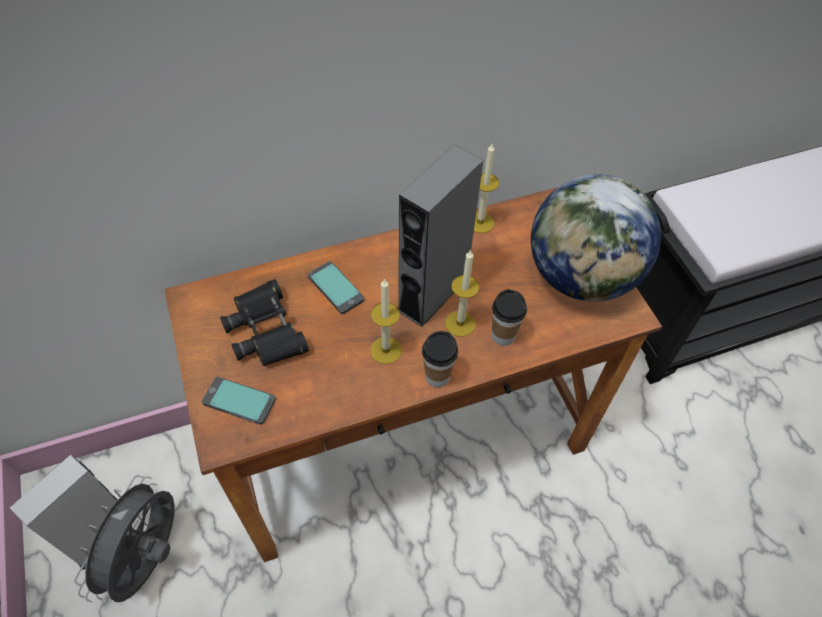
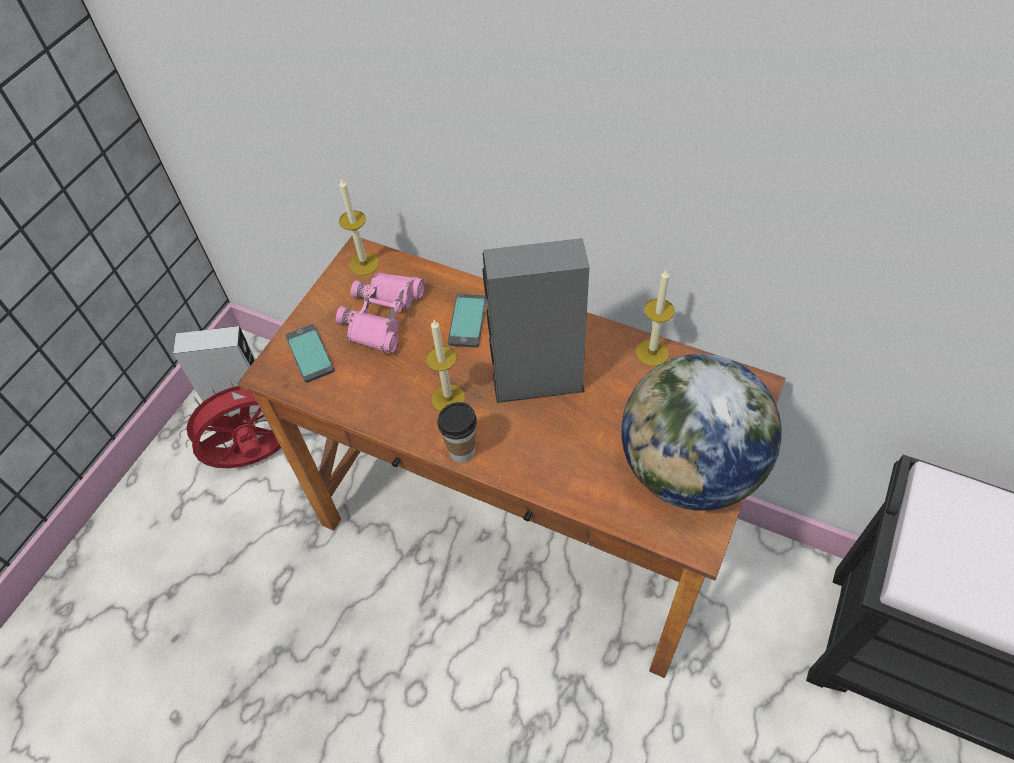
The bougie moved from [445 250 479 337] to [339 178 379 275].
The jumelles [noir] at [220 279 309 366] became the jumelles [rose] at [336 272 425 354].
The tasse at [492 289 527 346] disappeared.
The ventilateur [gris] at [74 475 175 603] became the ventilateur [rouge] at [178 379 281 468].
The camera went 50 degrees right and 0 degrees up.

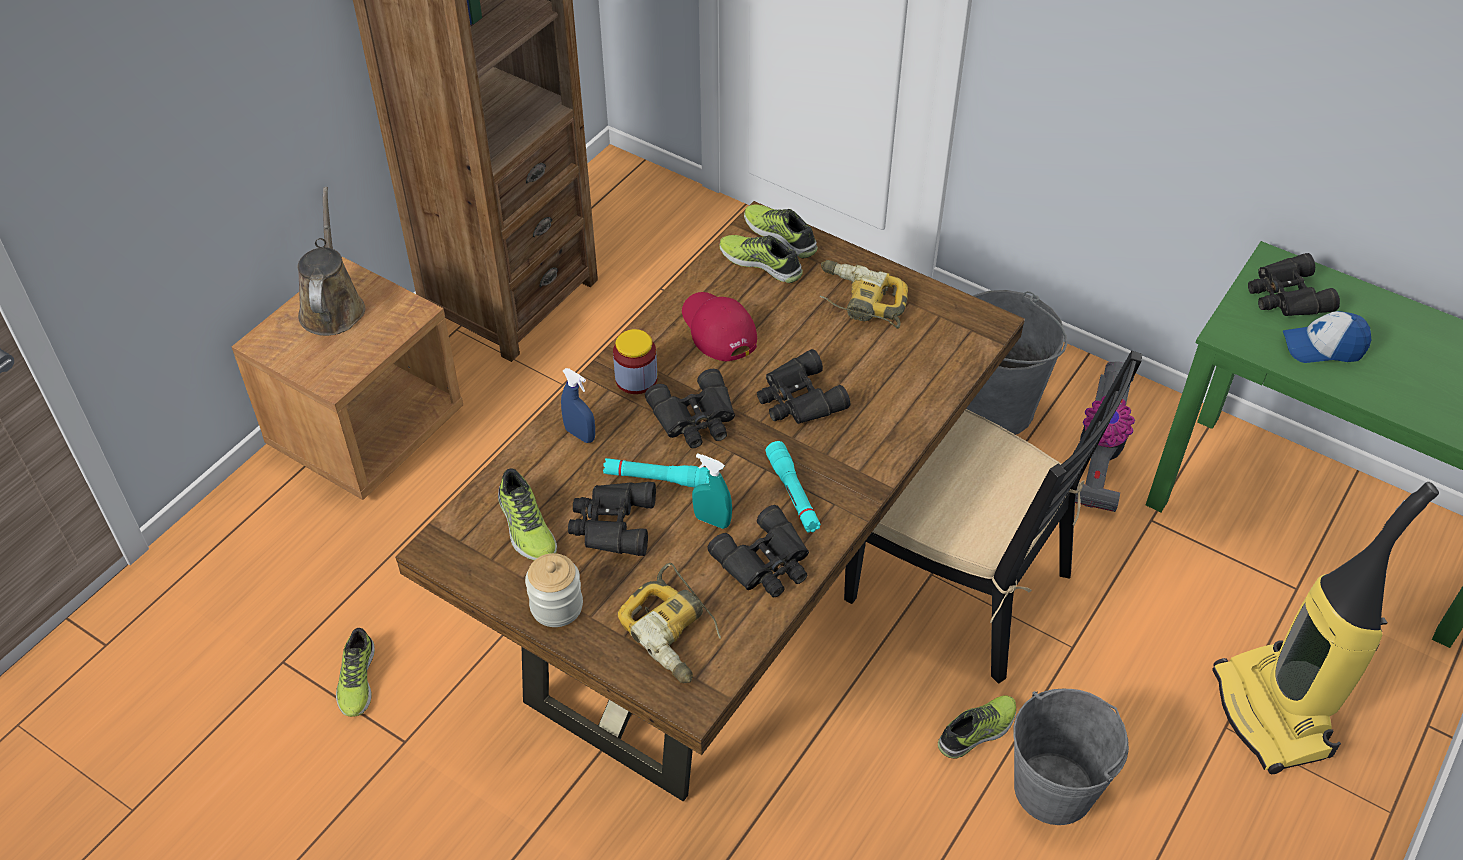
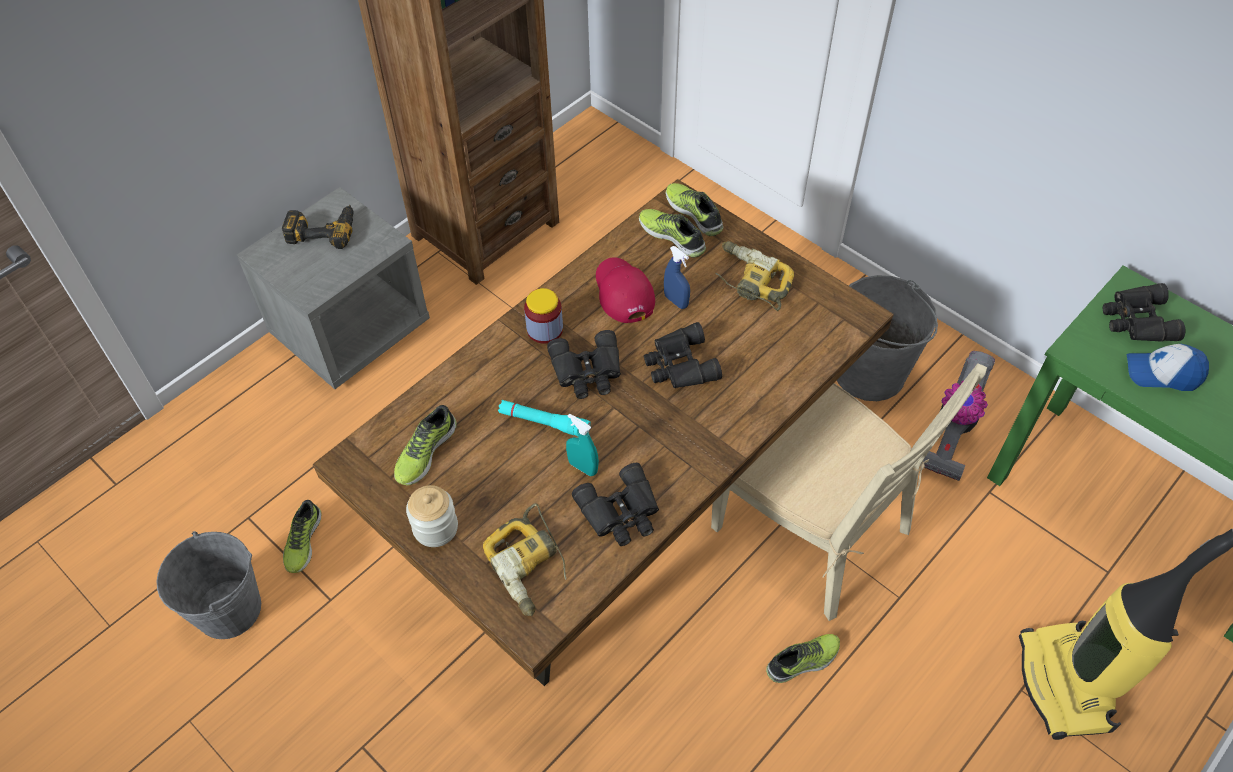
The arrosoir [marron] at [298 187 365 336] was replaced by the perceuse at [282 205 353 249].
The table de chevet [marron] at [232 257 463 500] became the table de chevet [gris] at [237 187 430 389].
The chaise [noir] at [844 351 1142 684] became the chaise [beige] at [711 363 987 621].
The vaporisateur [bleu] moved from [561 368 595 443] to [664 246 690 309].
The lampe de poche [turquoise] at [765 441 821 533] disappeared.
The chaussure at [498 469 557 560] turned 45 degrees clockwise.
The jumelles [noir] at [568 482 656 556] disappeared.
The seau [gris] moved from [1013 689 1129 825] to [156 531 261 639].
The camera went 10 degrees right and 5 degrees up.

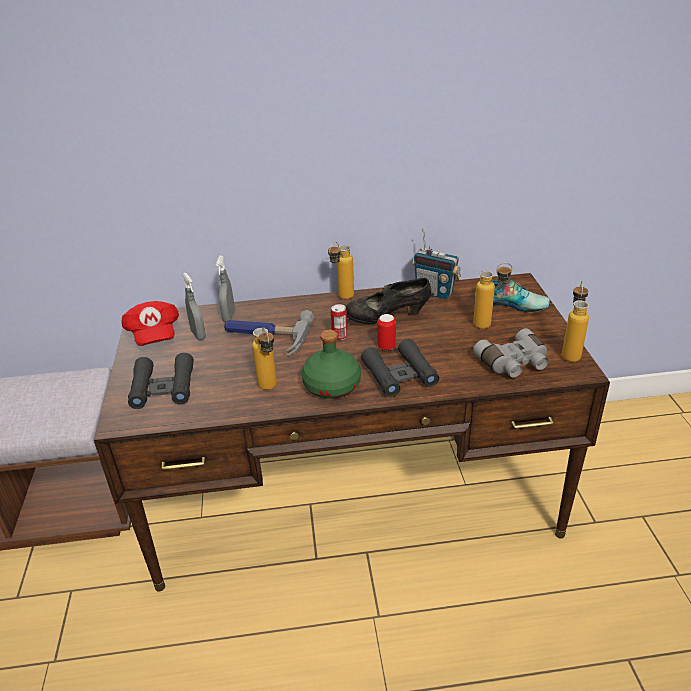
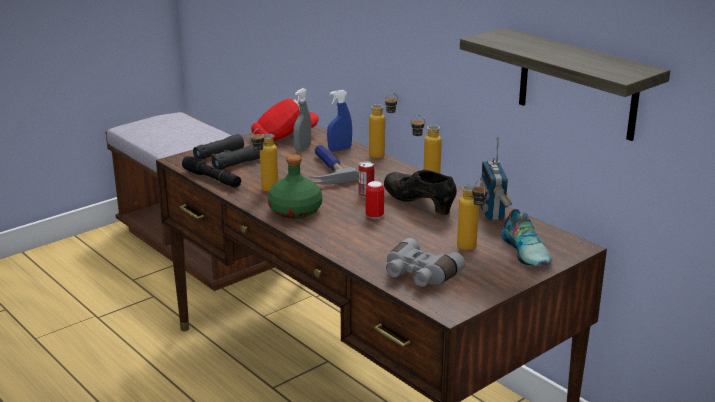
The vaporisateur [gris] at [216 256 235 322] became the vaporisateur [bleu] at [327 90 352 152].
The bouteille moved from [562 281 589 362] to [369 93 398 158].
The casquette [rouge] at [121 301 179 346] turned 150 degrees counterclockwise.
The jumelles [noir] at [361 339 439 397] disappeared.
The étagère at [460 28 670 141] appeared.
The lampe de poche [noir] at [182 156 241 187] appeared.
The camera went 55 degrees right and 10 degrees down.

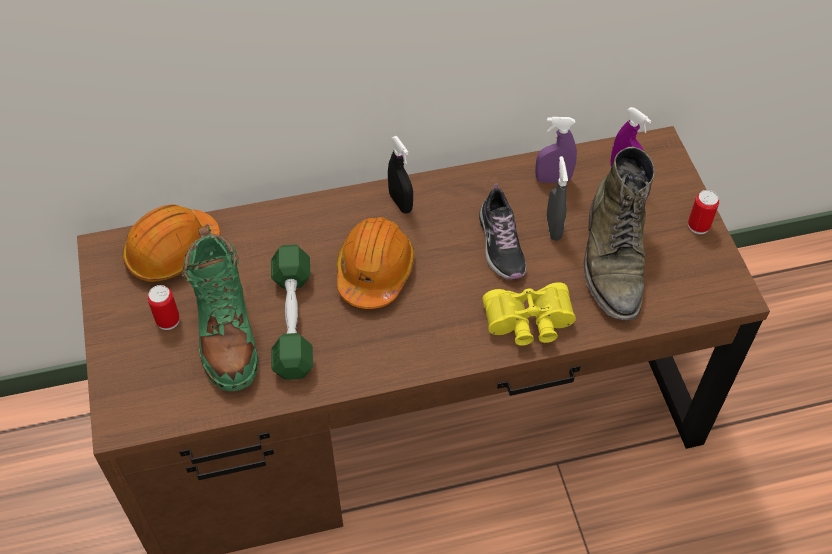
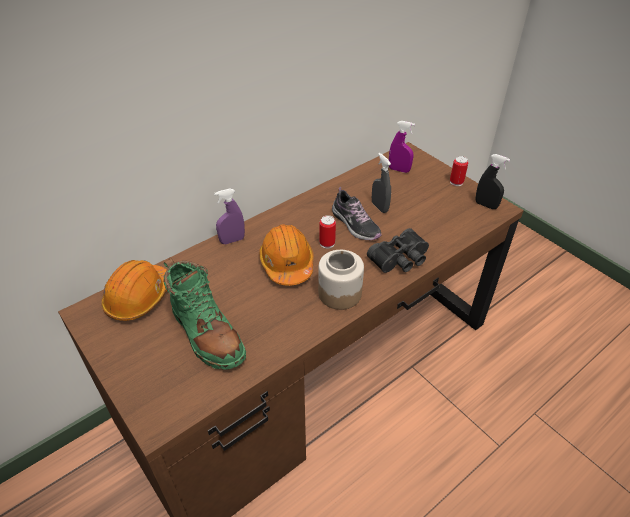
The vaporisateur [violet] moved from [535 117 577 183] to [214 189 245 244].
The vaporisateur [noir] moved from [388 136 413 214] to [475 154 510 209].
The botte [vert] at [584 147 655 320] disappeared.
The haltère [vert] at [271 244 313 380] disappeared.
The jumelles [jaune] at [482 282 576 346] became the jumelles [noir] at [367 228 429 273].
The boîte métallique moved from [147 285 180 330] to [319 215 336 249].
The bocal at [318 250 364 310] appeared.
The camera went 25 degrees left and 10 degrees down.

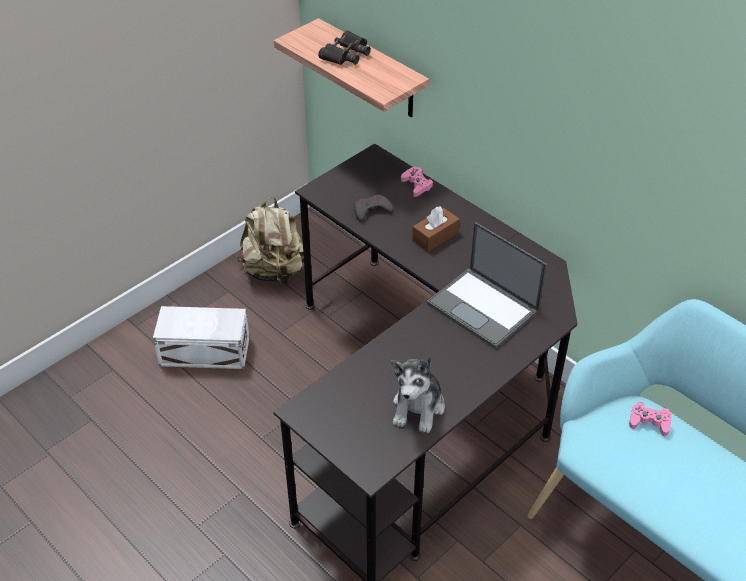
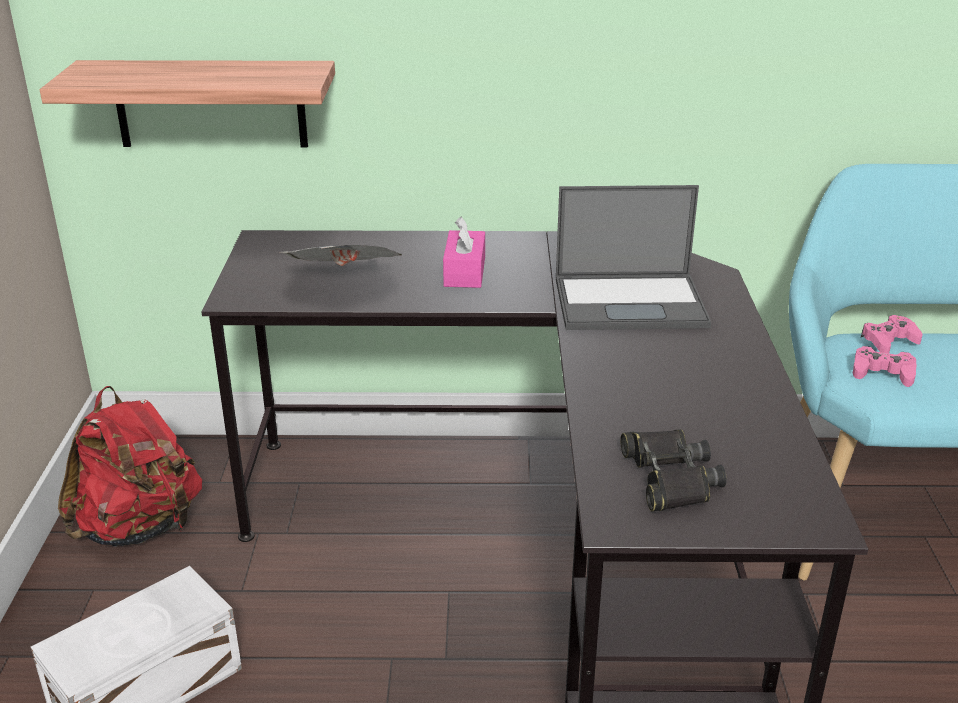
The jumelles [noir] moved from [318 30 371 65] to [620 429 727 511].
The manette [rose] moved from [401 167 433 197] to [853 346 917 387].
The manette [gris] at [354 195 394 221] was replaced by the journal at [281 245 402 266].
The sac à dos [beige] at [237 196 304 284] became the sac à dos [rouge] at [58 386 202 546].
The boîte à mouchoirs [marron] at [412 206 460 252] became the boîte à mouchoirs [rose] at [443 217 485 288].
The peluche at [391 355 445 433] disappeared.
The camera went 45 degrees left and 15 degrees down.

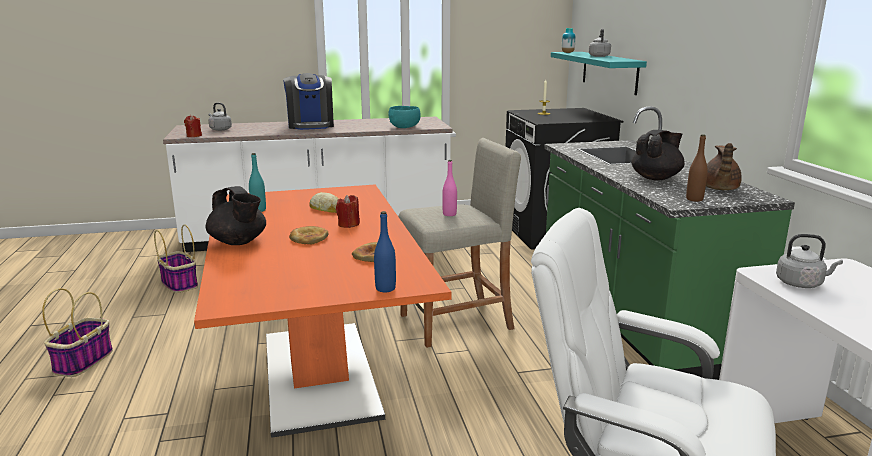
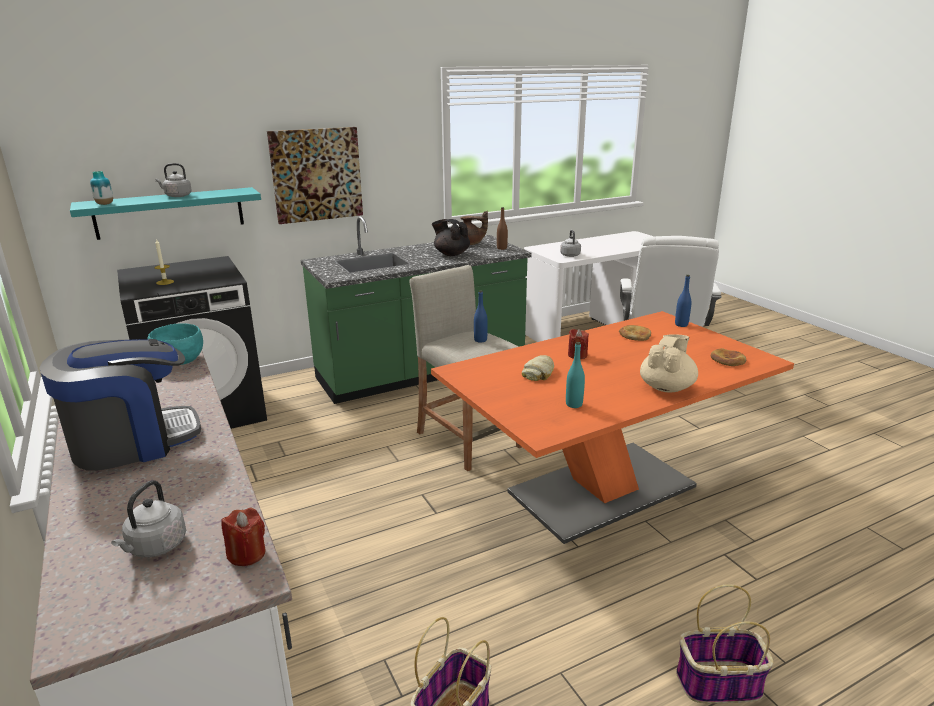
The bouteille [rose] at [442 160 457 216] became the bouteille [bleu] at [474 290 488 343].
The théière [noir] at [205 186 266 245] became the théière [beige] at [640 334 698 392].
The pain moved from [289 226 328 244] to [710 348 746 366].
The tableau at [267 127 363 224] appeared.
The camera went 105 degrees left and 5 degrees up.

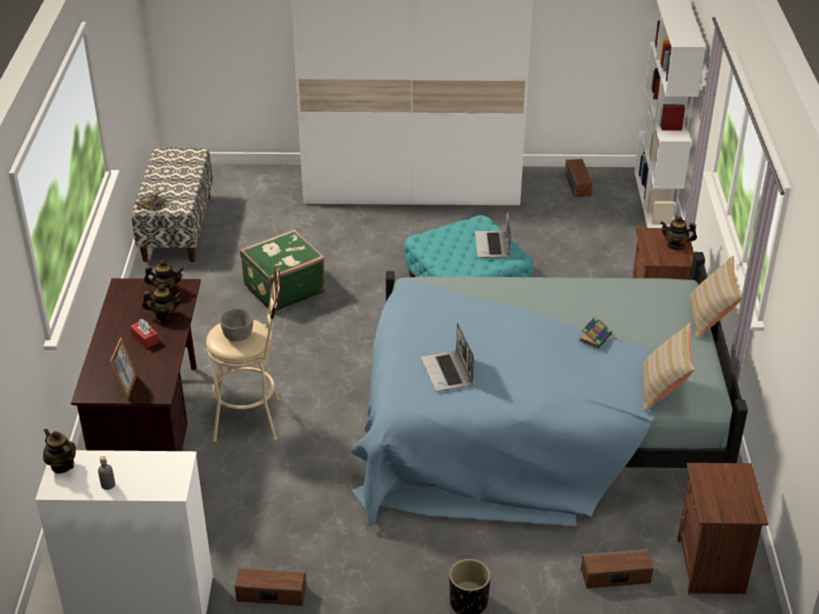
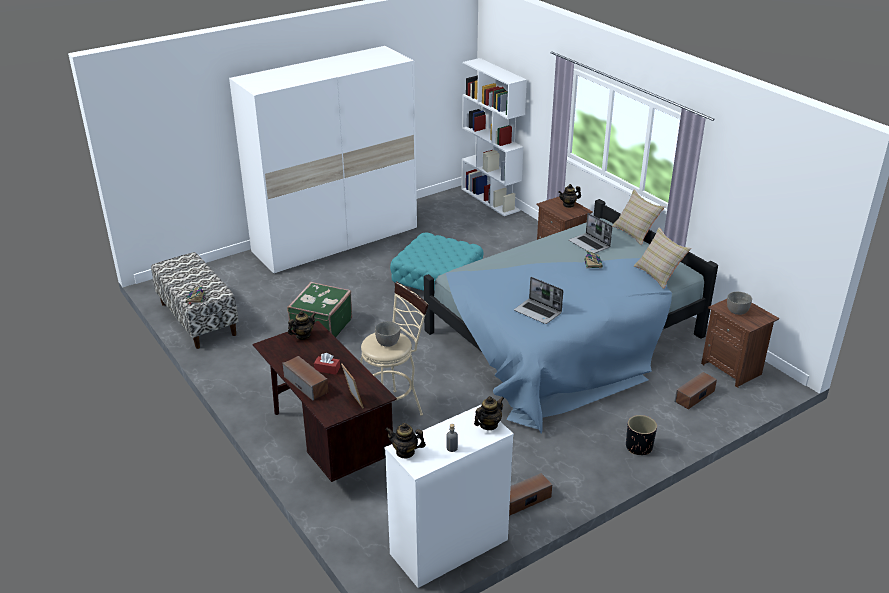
The enceinte moved from [565 159 592 197] to [283 356 329 401].
The ordinateur portable moved from [475 206 511 258] to [569 213 612 253].
The théière moved from [142 285 183 321] to [474 396 504 430].
The bol [gris] at [727 292 752 315] appeared.
The camera went 35 degrees left and 5 degrees down.

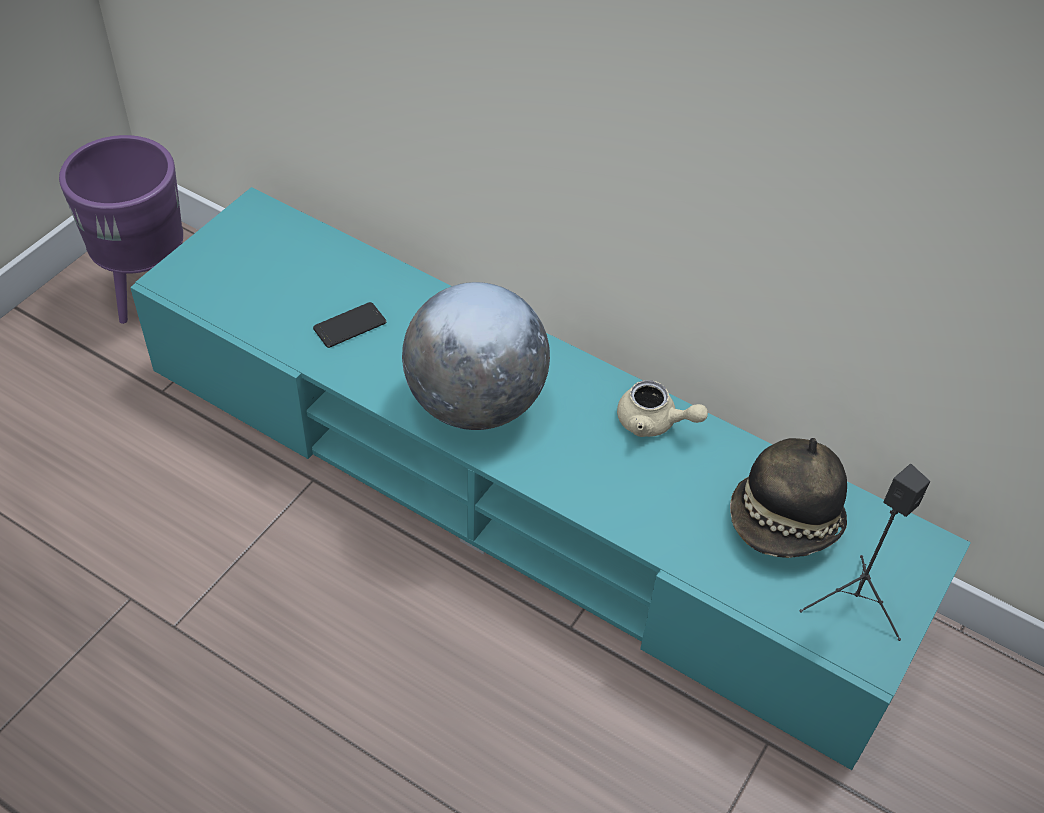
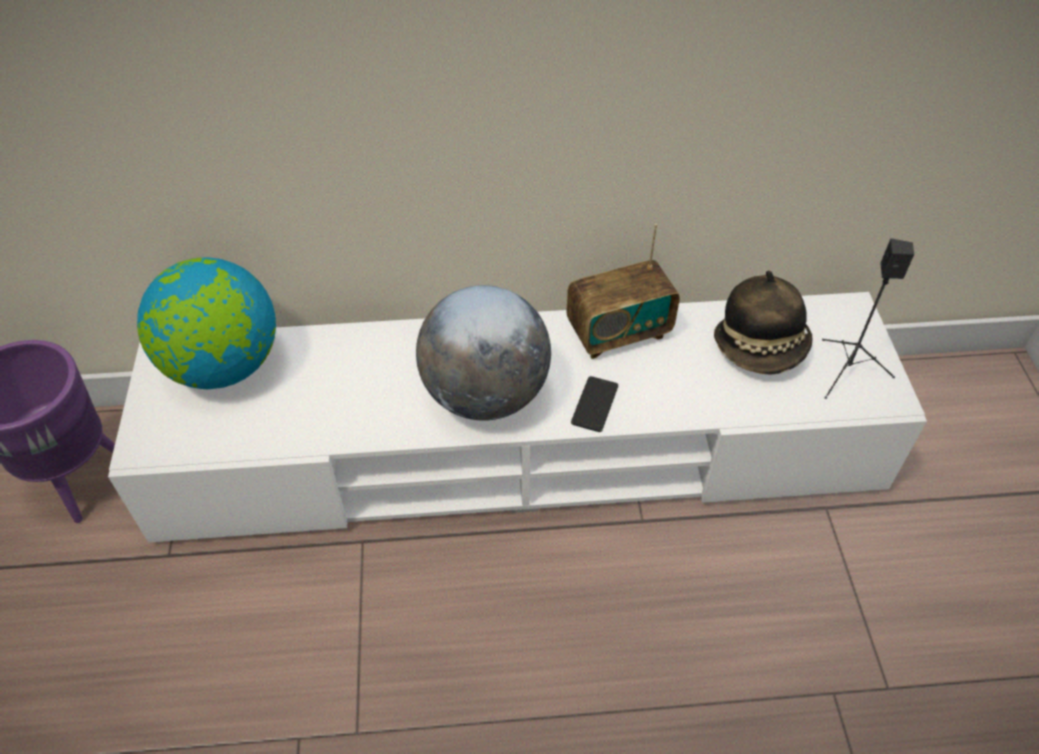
The meuble télé [turquoise] at [130 187 971 770] became the meuble télé [blanc] at [108 292 927 542].
The téléphone moved from [313 302 386 348] to [571 376 618 432].
The théière [beige] at [617 380 708 437] was replaced by the radio at [566 224 680 359].
The globe at [137 257 276 389] appeared.
The camera went 35 degrees left and 0 degrees up.

